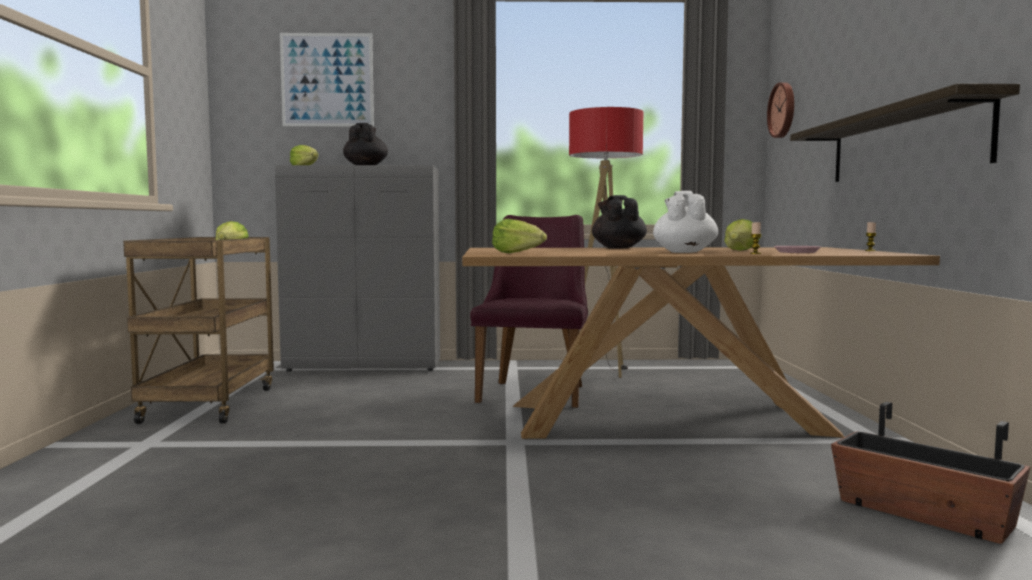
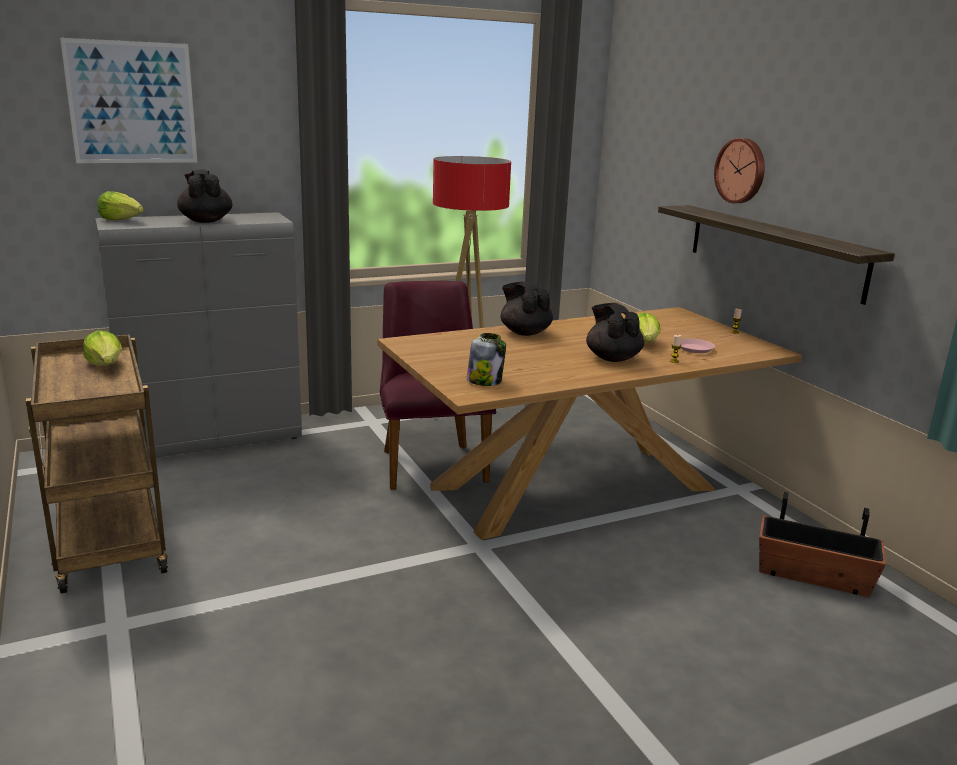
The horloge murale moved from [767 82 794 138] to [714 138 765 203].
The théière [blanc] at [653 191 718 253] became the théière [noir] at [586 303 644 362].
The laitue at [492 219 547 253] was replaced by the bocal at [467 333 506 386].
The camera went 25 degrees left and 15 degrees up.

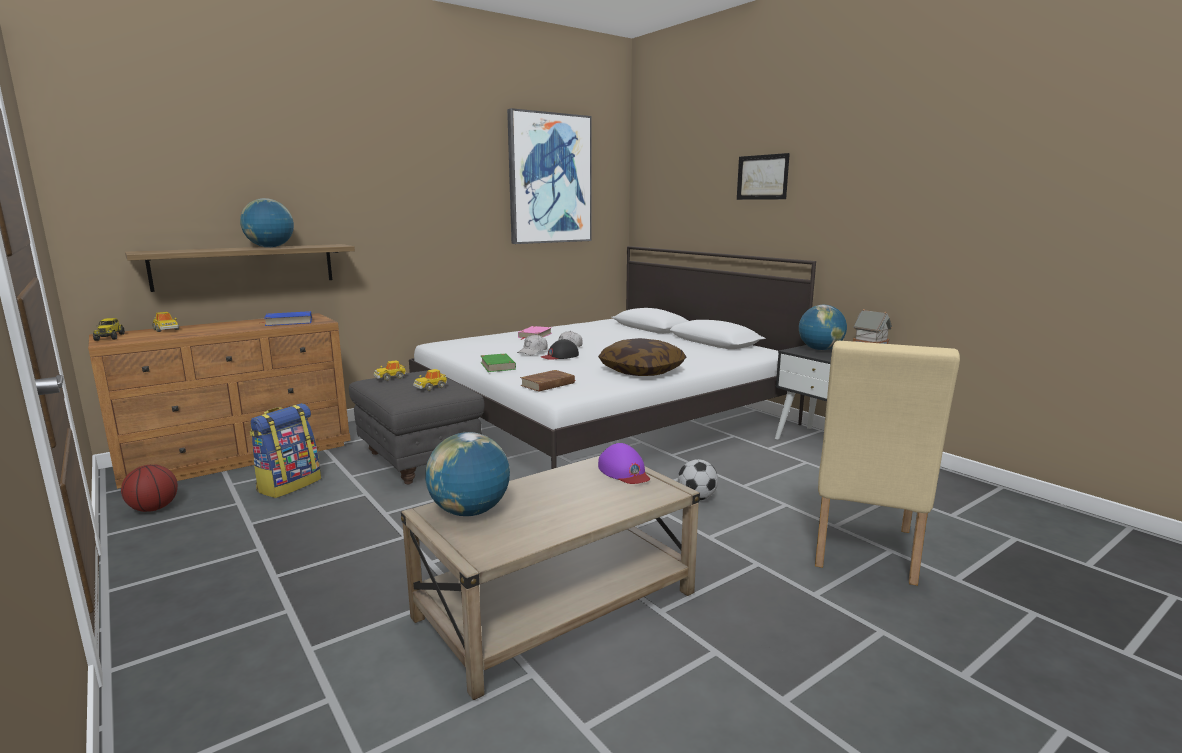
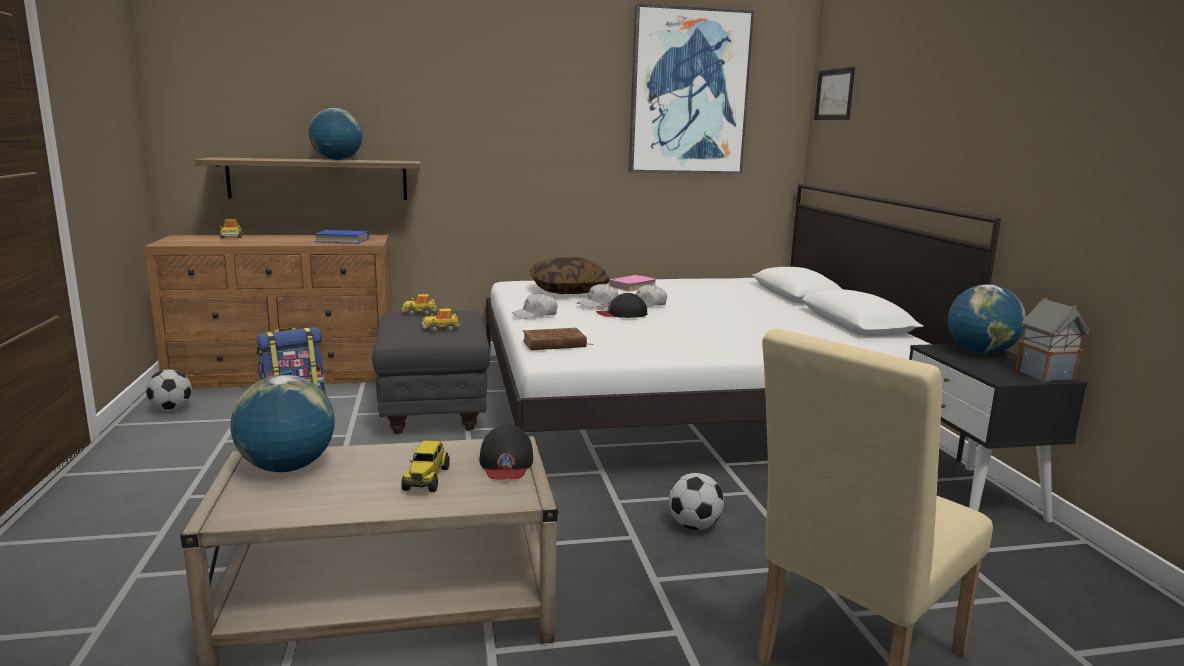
The tableau moved from [737 153 790 200] to [814 67 855 120].
The camion jouet moved from [93 318 125 341] to [401 441 450 492].
The coussin moved from [598 338 686 376] to [529 257 610 294].
The livre [vert] at [480 353 516 372] was replaced by the casquette [blanc] at [512 293 558 319].
The casquette [violet] at [598 443 650 484] became the casquette [noir] at [479 424 533 479].
The ballon de basket at [121 464 178 512] was replaced by the ballon de foot at [146 370 192 411].
The camera went 25 degrees right and 0 degrees up.

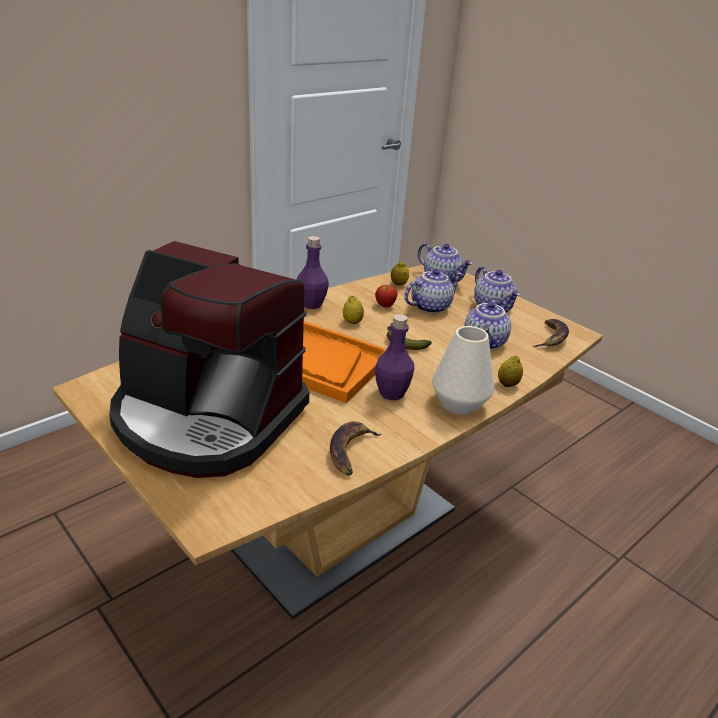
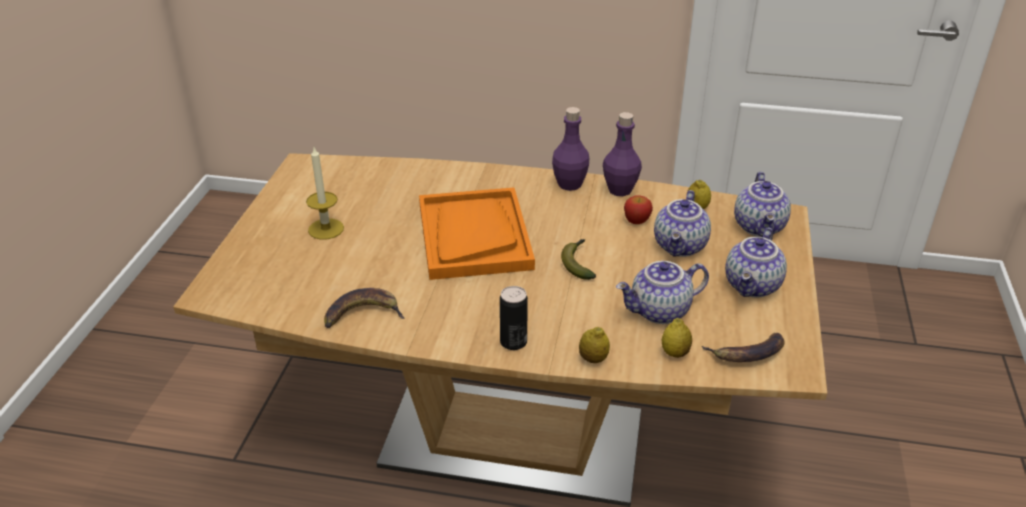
The machine à café at [109 241 309 478] was replaced by the bougie at [306 147 344 240].
The théière at [404 269 462 313] turned 90 degrees clockwise.
The citron moved from [343 296 364 324] to [661 318 692 358].
The bouteille [violet] moved from [375 314 414 400] to [603 112 642 196].
The vase [blanc] at [432 326 494 415] was replaced by the boîte métallique at [500 286 528 350].
The camera went 55 degrees right and 5 degrees up.

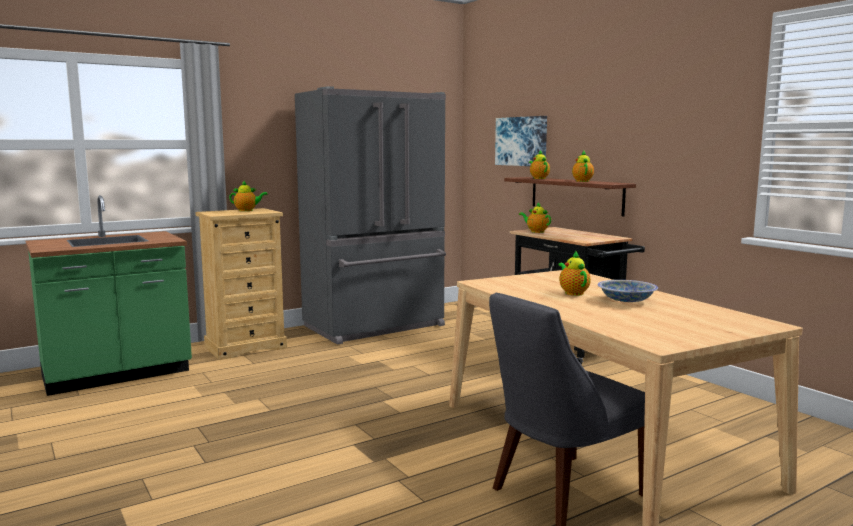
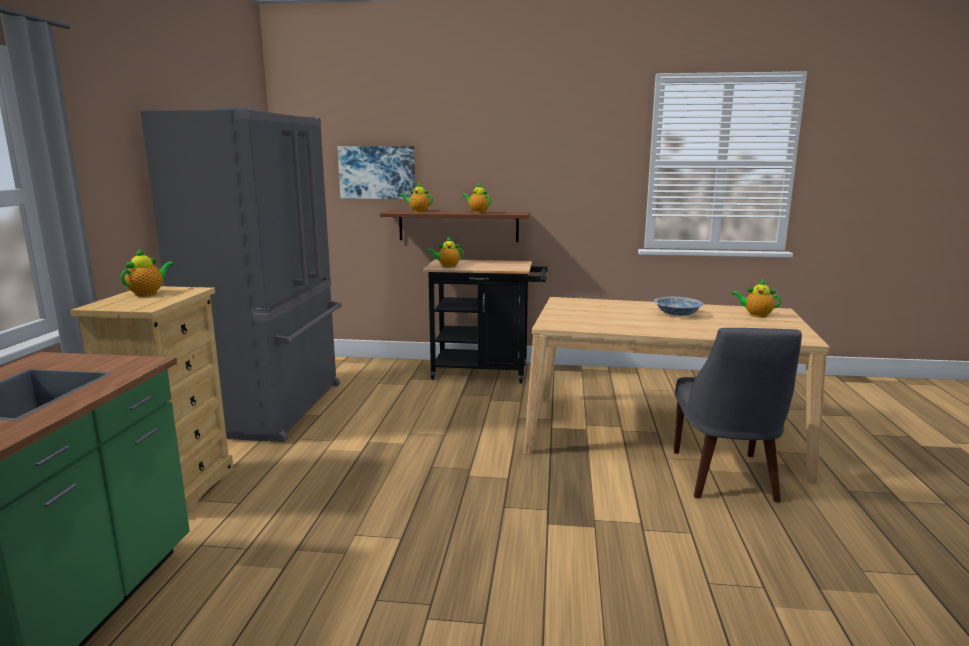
The théière moved from [558 251 591 296] to [731 279 781 318].
The camera went 50 degrees left and 5 degrees up.

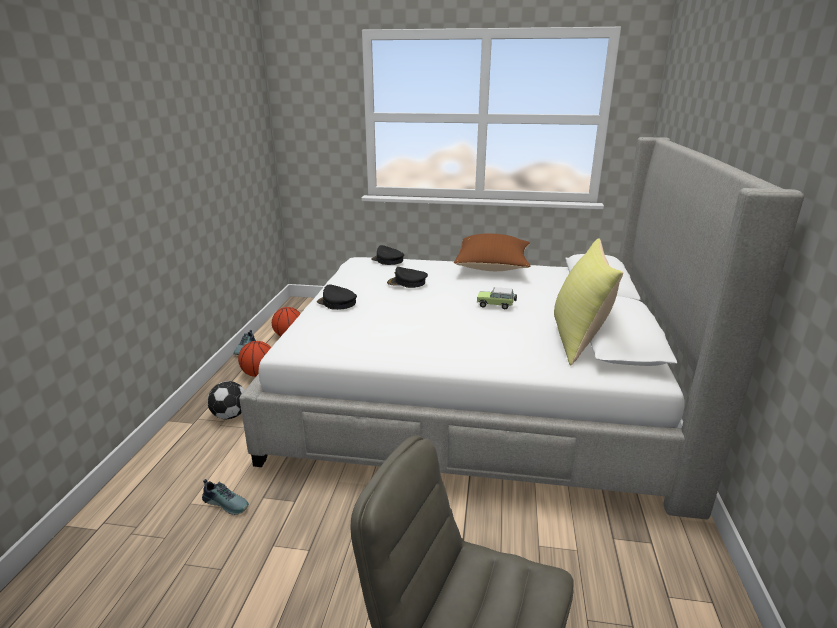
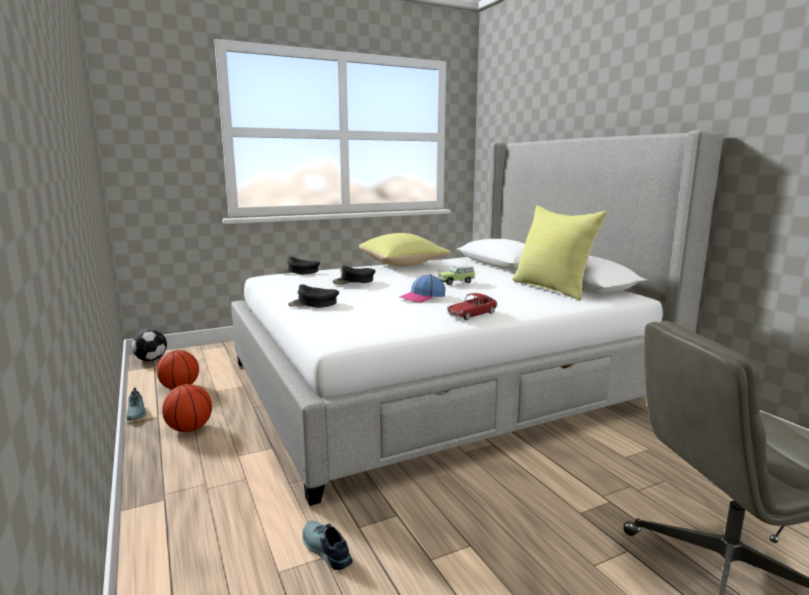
The coussin [marron] at [454 233 530 271] became the coussin [jaune] at [359 233 451 266].
The ballon de foot moved from [207 381 245 419] to [131 329 167 361].
The chaussure at [202 479 249 515] turned 120 degrees counterclockwise.
The casquette at [400 274 445 302] appeared.
The petite voiture at [447 293 498 320] appeared.
The camera went 35 degrees left and 10 degrees down.

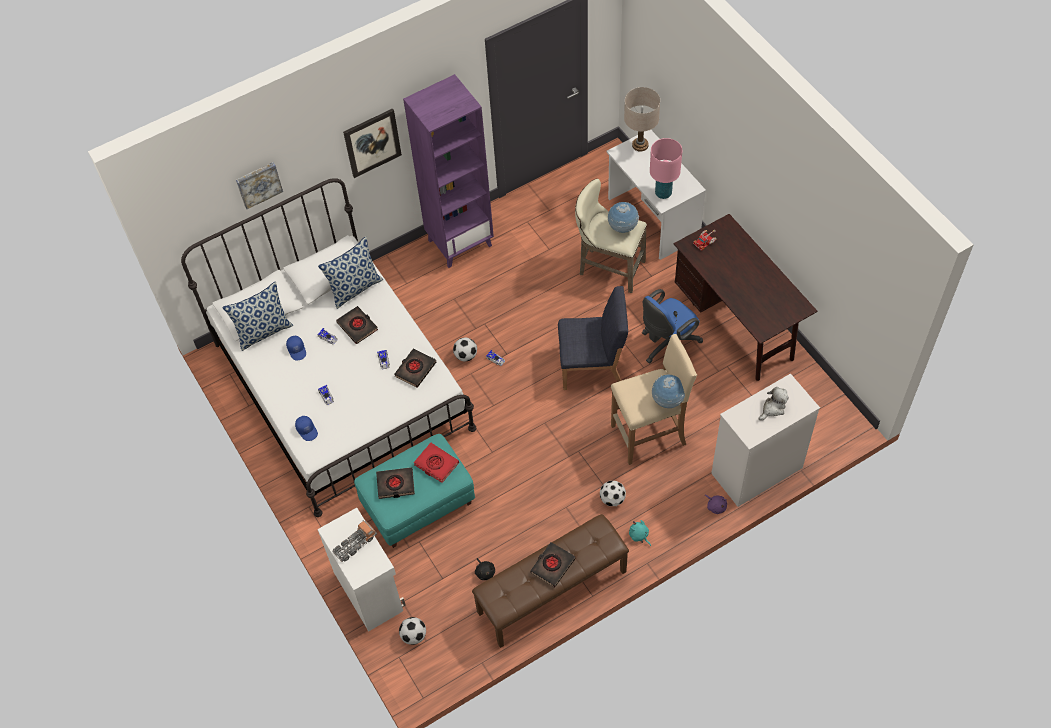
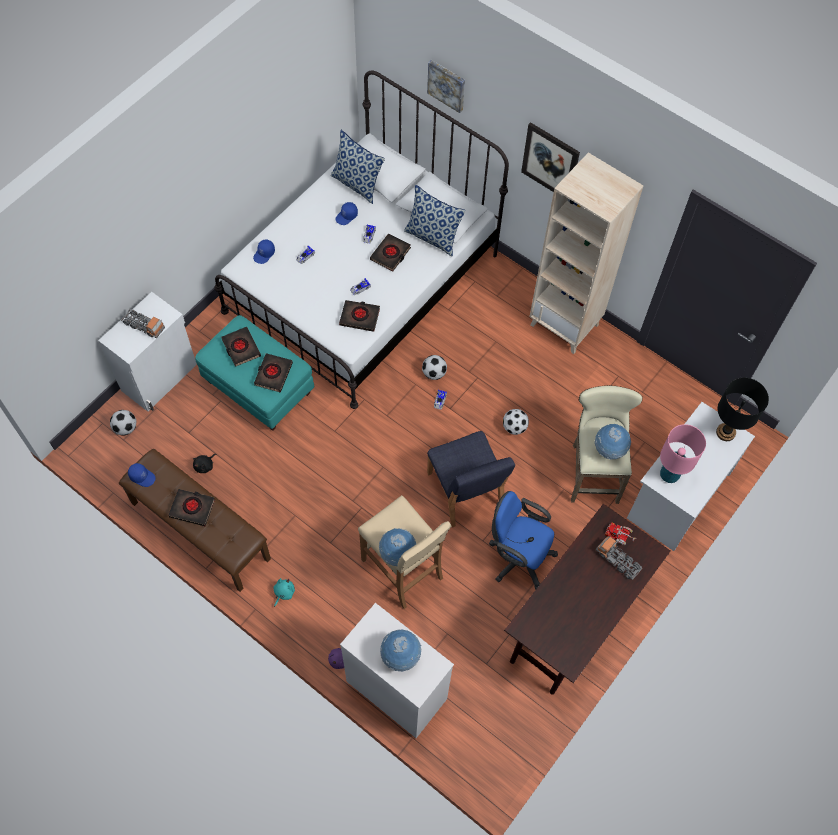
The bibliothèque [violet] at [403 74 494 268] became the bibliothèque [beige] at [529 153 643 354].
The lampe de table [beige] at [624 87 660 152] became the lampe de table [noir] at [716 378 769 441].
The peluche at [759 387 789 421] was replaced by the globe at [380 629 422 671].
The livre [rouge] at [414 443 459 483] became the livre [noir] at [254 353 293 392].
The ballon de foot moved from [600 481 626 506] to [503 409 529 435].
The casquette [bleu] at [128 463 156 487] appeared.
The camion jouet at [596 535 643 580] appeared.
The camera went 65 degrees right and 5 degrees up.

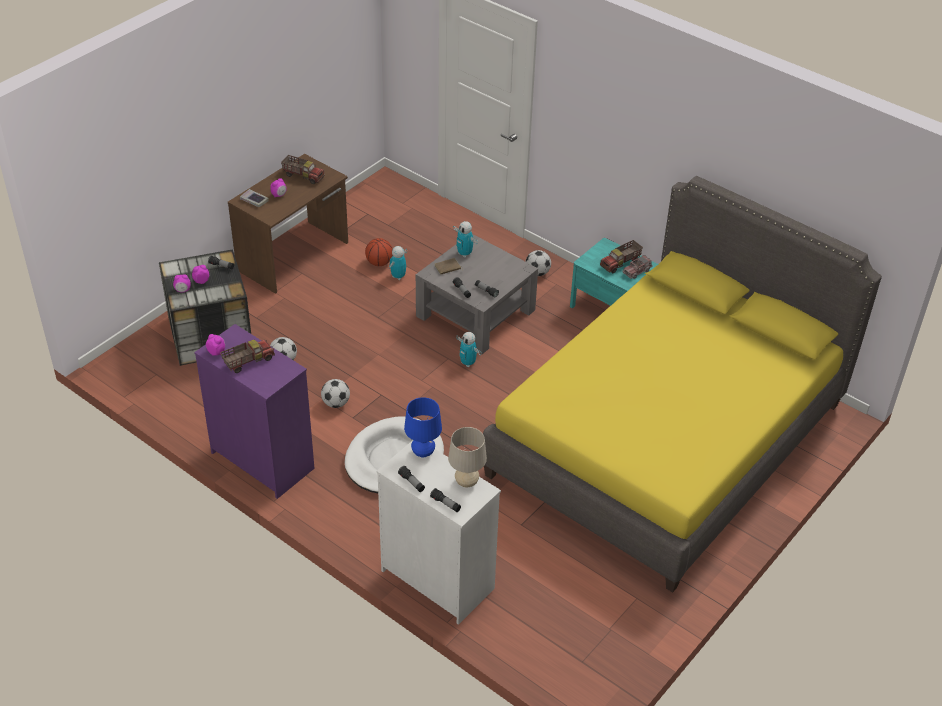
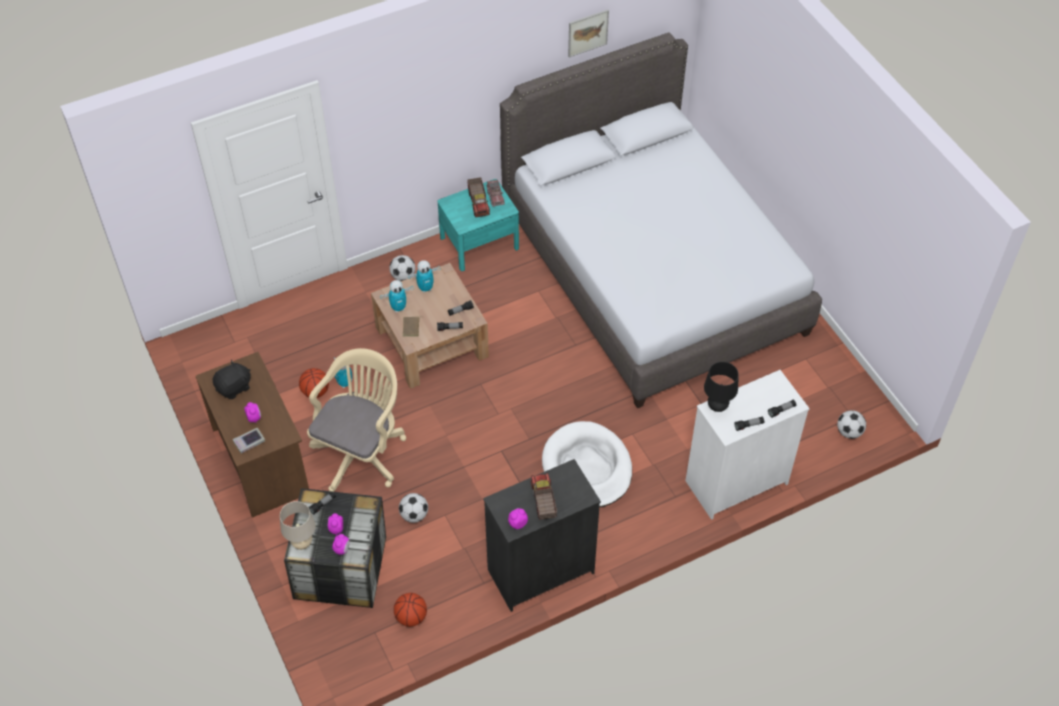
The camion jouet at [281 155 325 184] was replaced by the peluche [noir] at [213 360 251 399].
The lit [jaune] at [483 176 882 593] became the lit [gris] at [500 32 822 408].
The table basse [gris] at [416 234 538 354] became the table basse [marron] at [371 263 489 389].
The commode [violet] at [194 324 314 499] became the commode [noir] at [483 459 601 612].
The robot jouet moved from [456 332 481 367] to [408 260 441 293].
The ballon de foot moved from [321 379 350 408] to [837 410 866 439].
The lampe de table [bleu] at [404 397 442 458] became the lampe de table [noir] at [704 362 739 412].
The lampe de table [beige] moved from [448 427 487 488] to [280 501 315 550].
The tableau at [568 10 609 58] appeared.
The chaise de bureau [beige] at [307 348 406 492] appeared.
The ballon de basket at [394 593 427 627] appeared.
The camera went 65 degrees left and 10 degrees up.

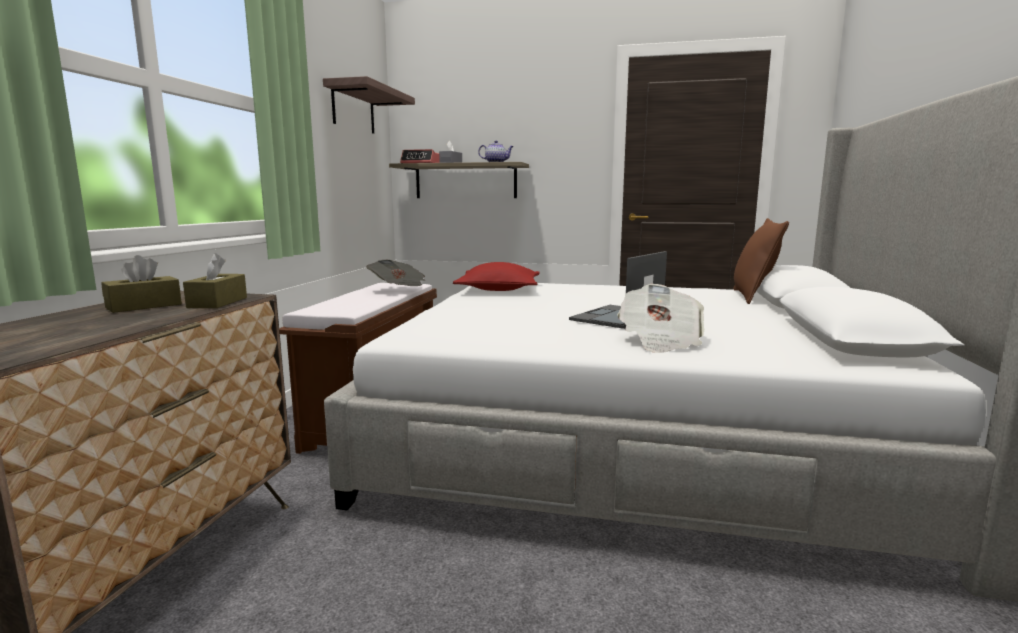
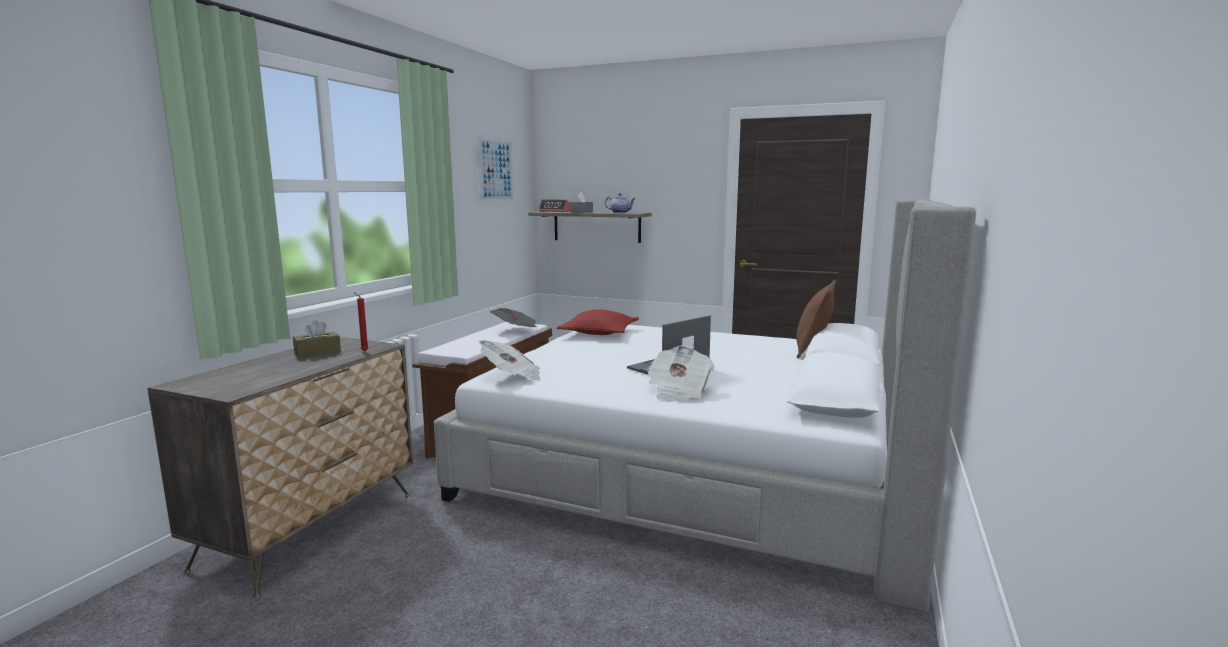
The étagère at [323 76 415 133] was replaced by the tableau at [478 137 514 201].
The boîte à mouchoirs [marron] at [183 253 247 308] was replaced by the bougie [rouge] at [354 292 369 351].
The journal at [479 340 540 381] appeared.
The camera went 10 degrees right and 0 degrees up.

